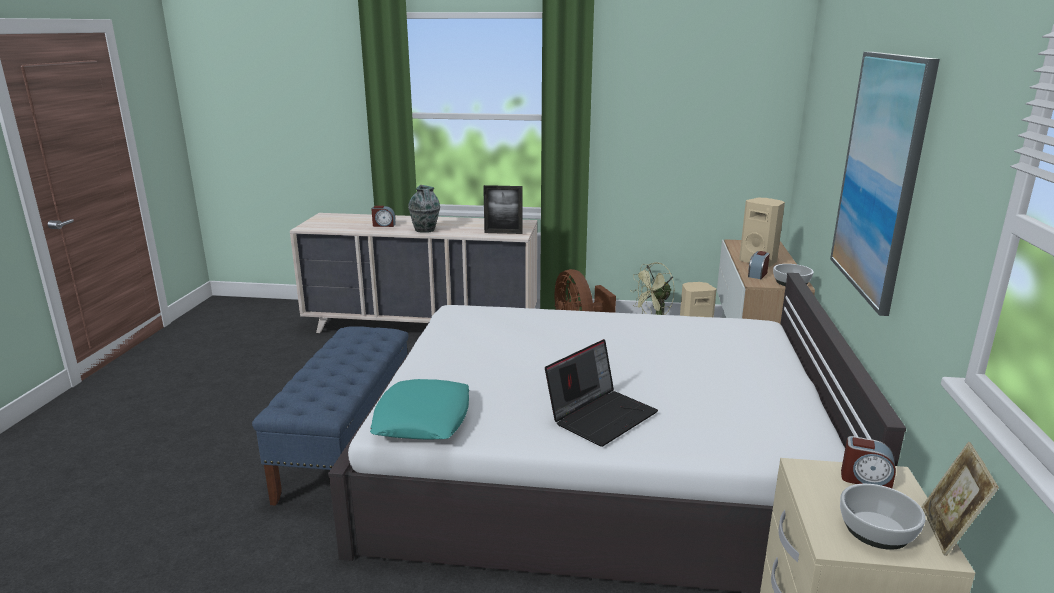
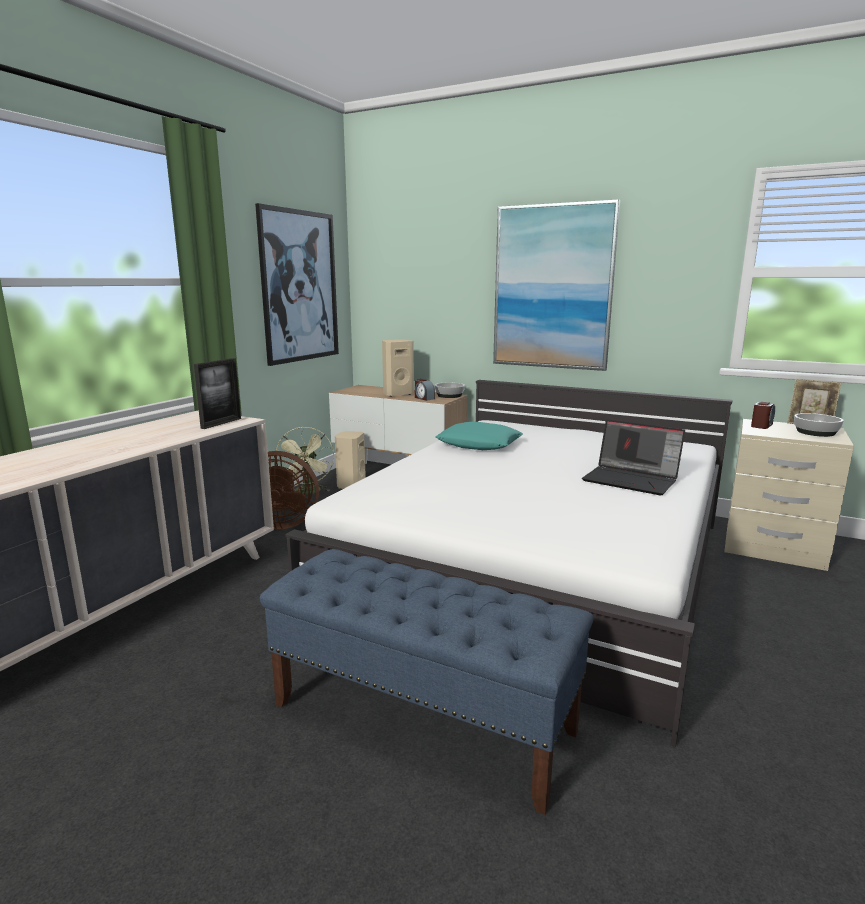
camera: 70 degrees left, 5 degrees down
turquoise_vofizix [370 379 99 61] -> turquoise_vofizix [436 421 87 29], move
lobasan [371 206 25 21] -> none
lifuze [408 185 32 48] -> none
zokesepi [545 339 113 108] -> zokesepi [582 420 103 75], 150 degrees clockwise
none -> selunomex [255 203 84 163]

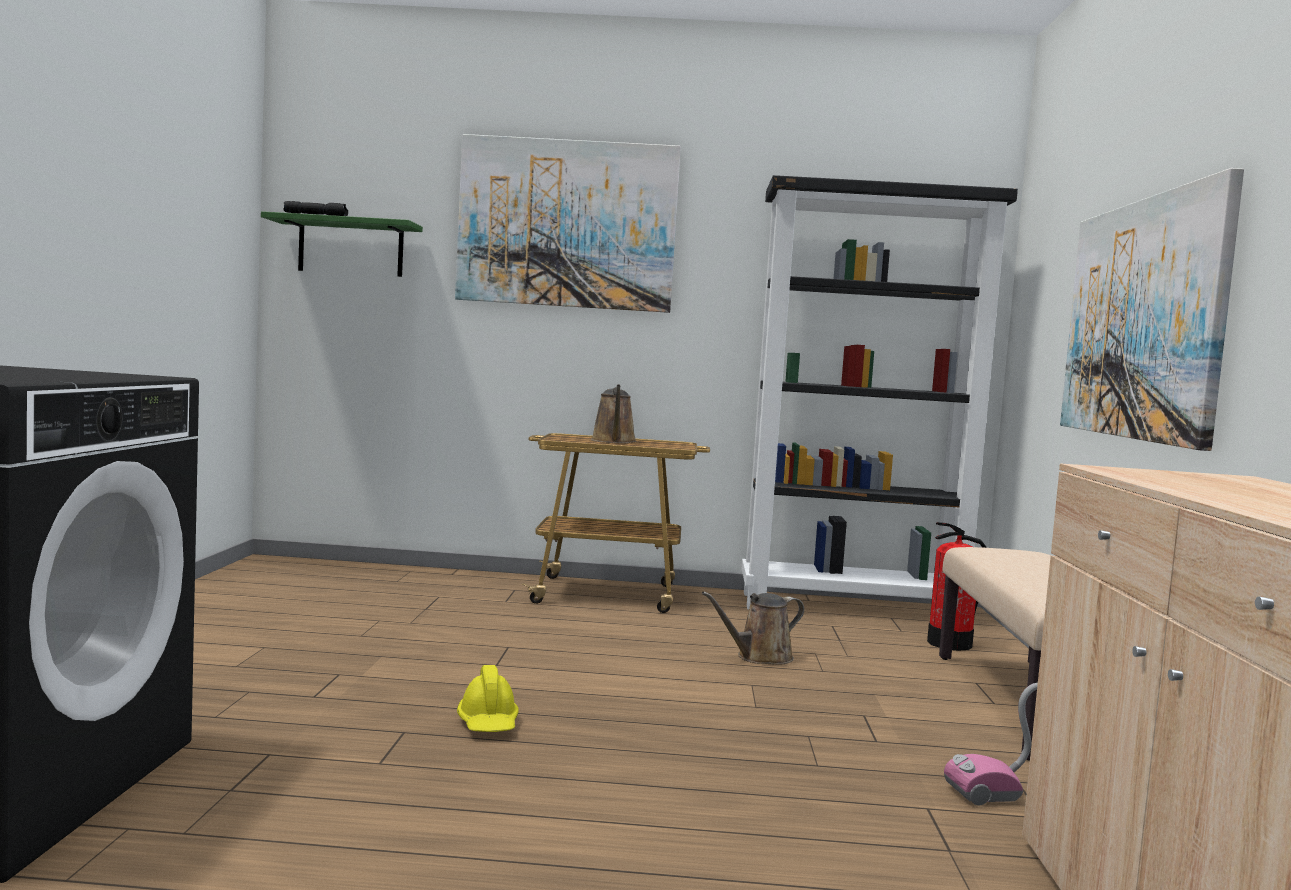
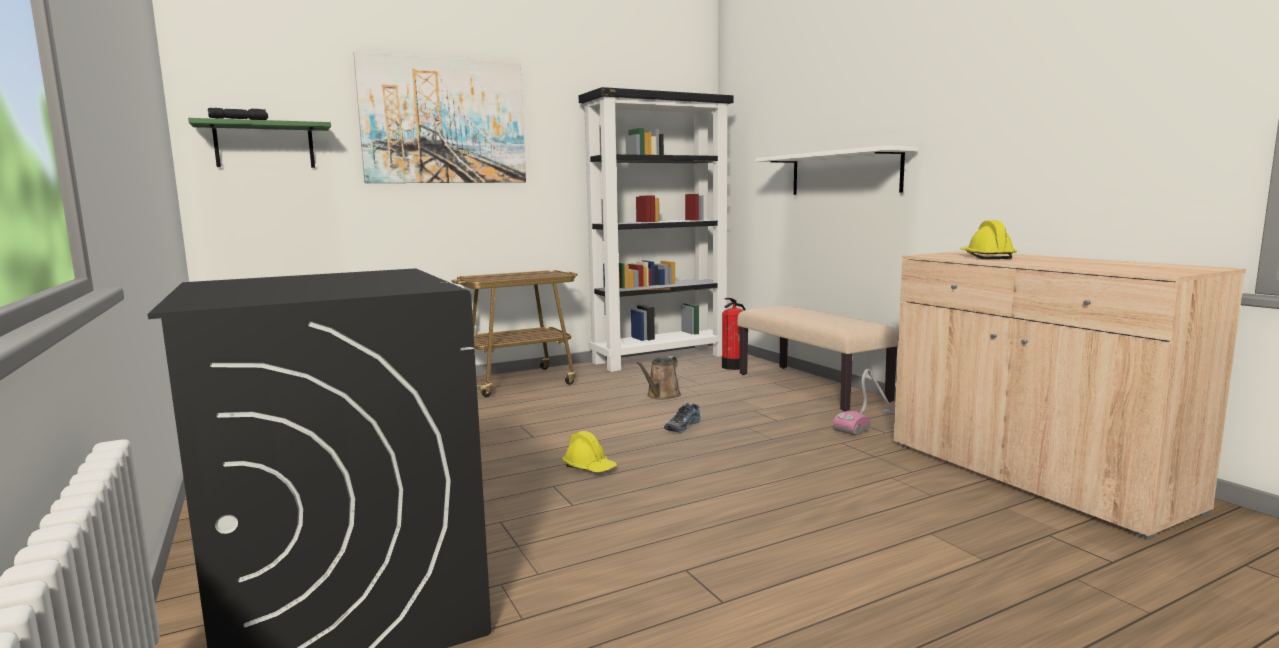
camera: 30 degrees left, 5 degrees up
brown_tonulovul [591 384 46 60] -> none
selunomex [1060 168 184 283] -> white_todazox [756 146 162 49]
none -> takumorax [664 403 36 29]
none -> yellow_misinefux [960 220 57 39]

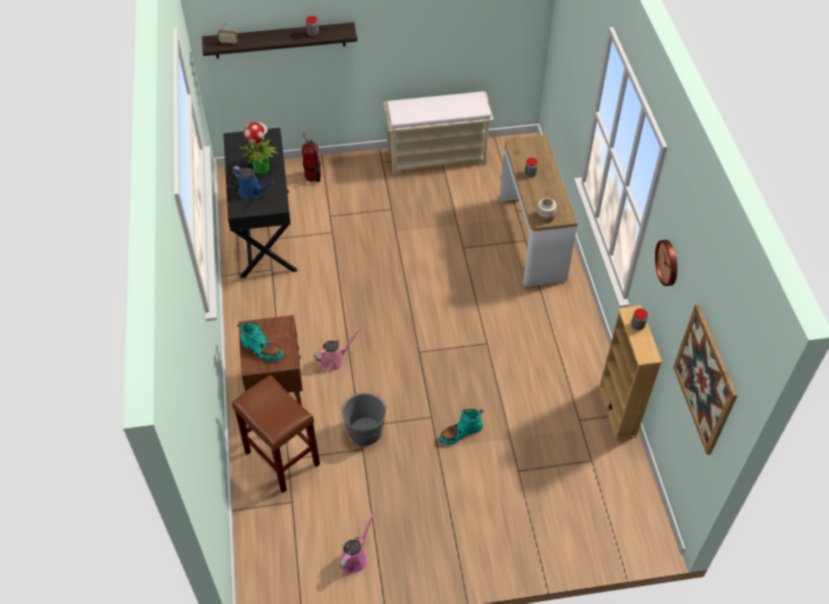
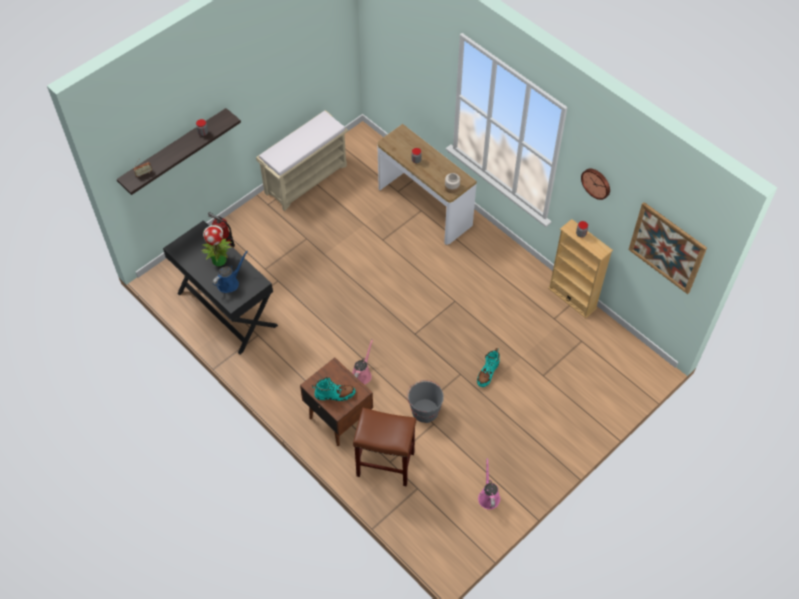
camera: 35 degrees left, 5 degrees up
blue_tonulovul [232 166 42 34] -> blue_tonulovul [212 250 36 43], 45 degrees counterclockwise

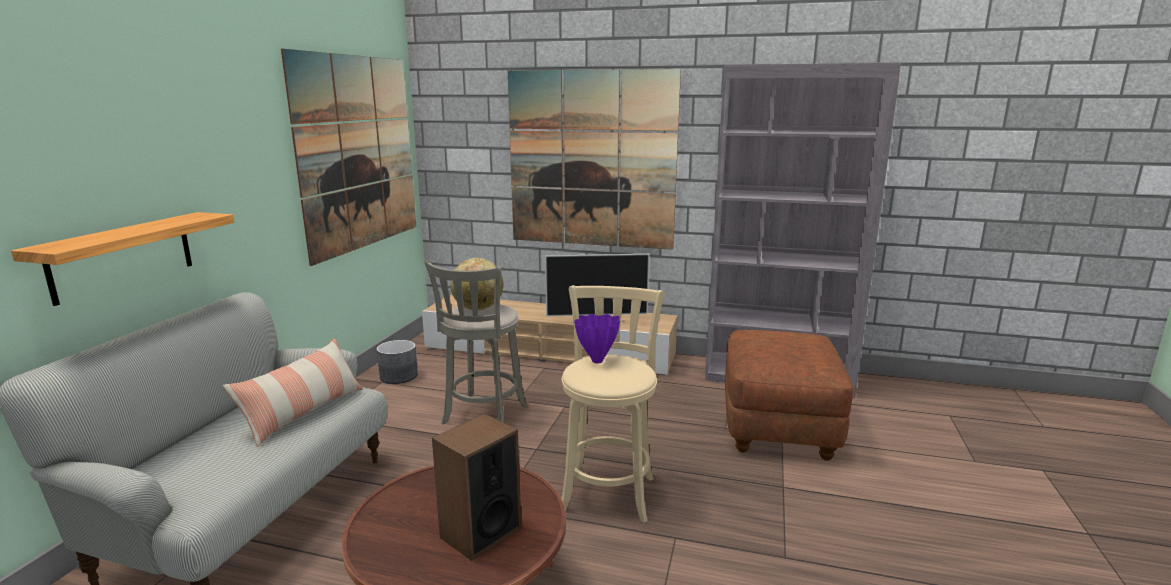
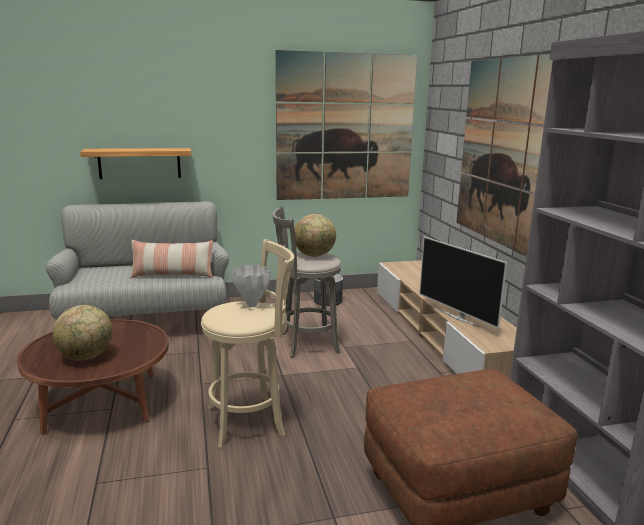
camera: 60 degrees right, 0 degrees up
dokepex [432 413 89 148] -> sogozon [53 305 60 55]
purple_lifuze [574 314 46 49] -> white_lifuze [230 264 41 43]

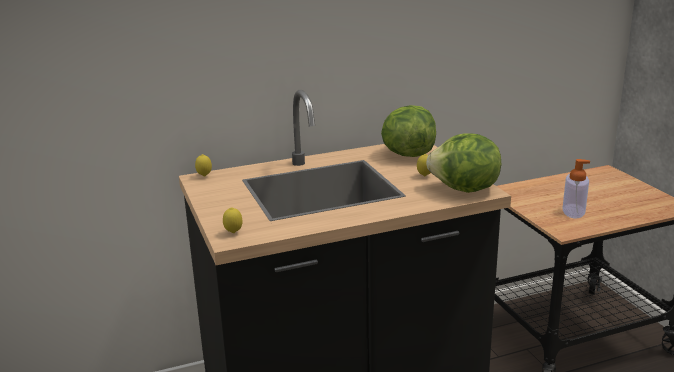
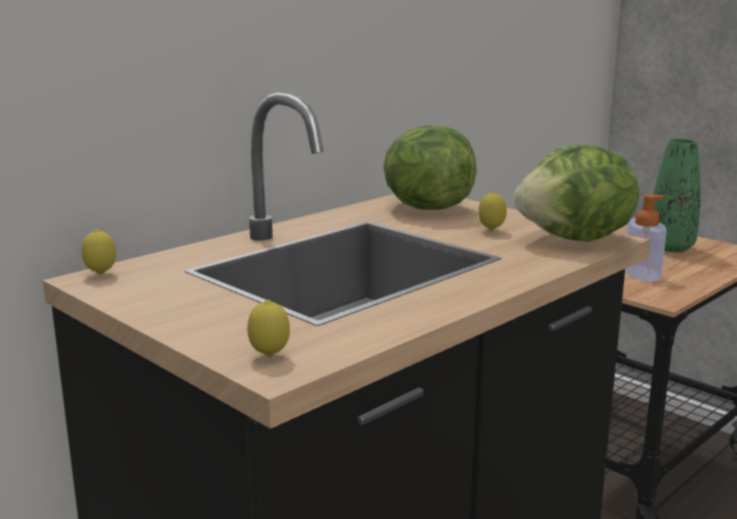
camera: 25 degrees left, 5 degrees down
none -> green_lifuze [653 139 47 113]

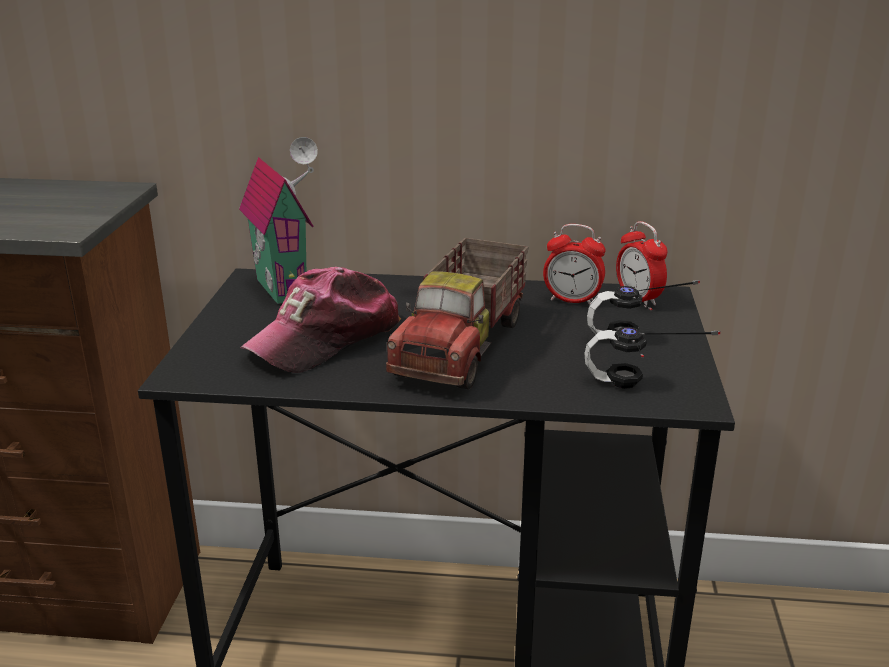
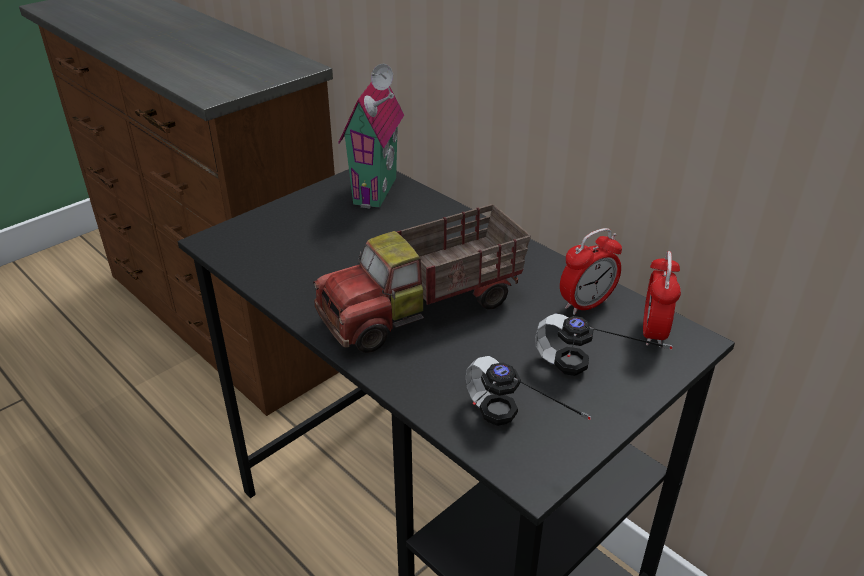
camera: 40 degrees right, 10 degrees up
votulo [240 267 161 106] -> none
lobasan [543 224 62 81] -> lobasan [560 228 62 87], 90 degrees counterclockwise

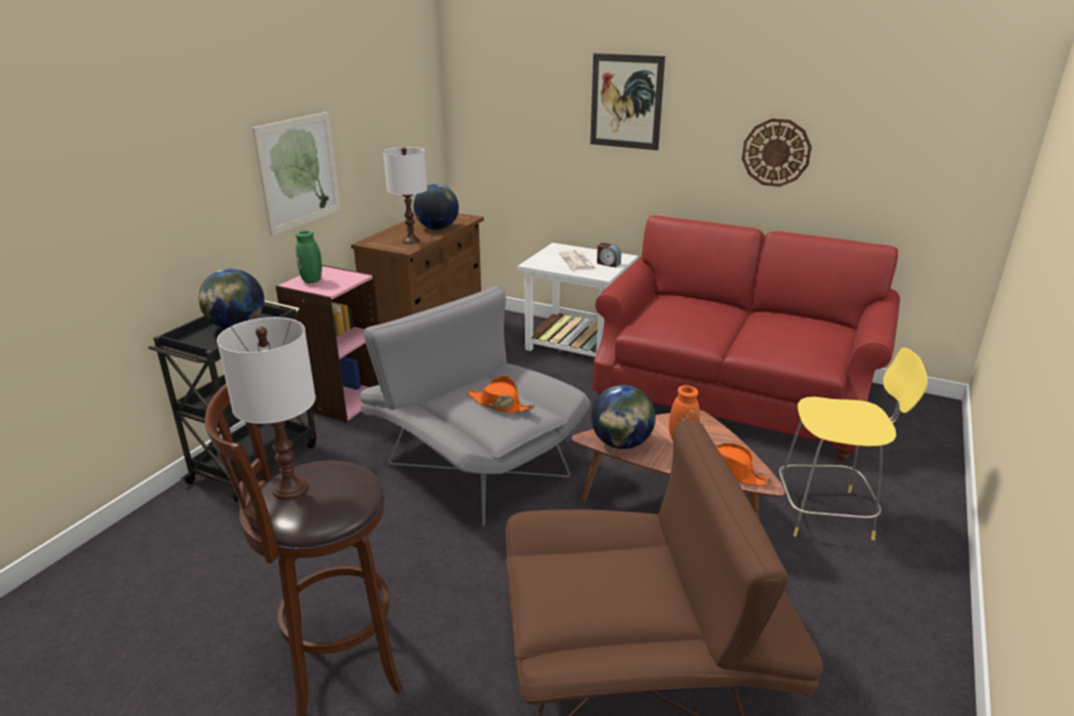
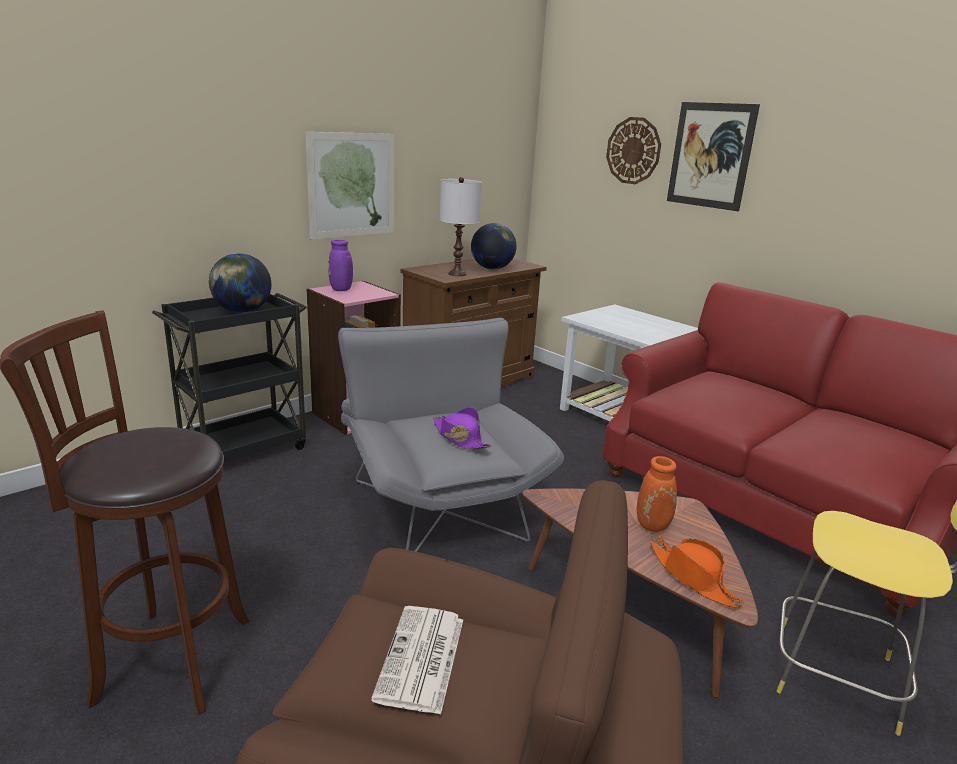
camera: 20 degrees right, 5 degrees down
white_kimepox [217 317 99 183] -> none
green_lifuze [295 231 27 52] -> purple_lifuze [328 240 25 51]
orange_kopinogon [467 376 68 38] -> purple_kopinogon [433 407 59 42]
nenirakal [559 250 36 20] -> nenirakal [371 606 92 109], move
sogozon [591 385 65 64] -> none
lobasan [597 243 24 25] -> none
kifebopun [742 118 70 69] -> kifebopun [606 117 55 67], move

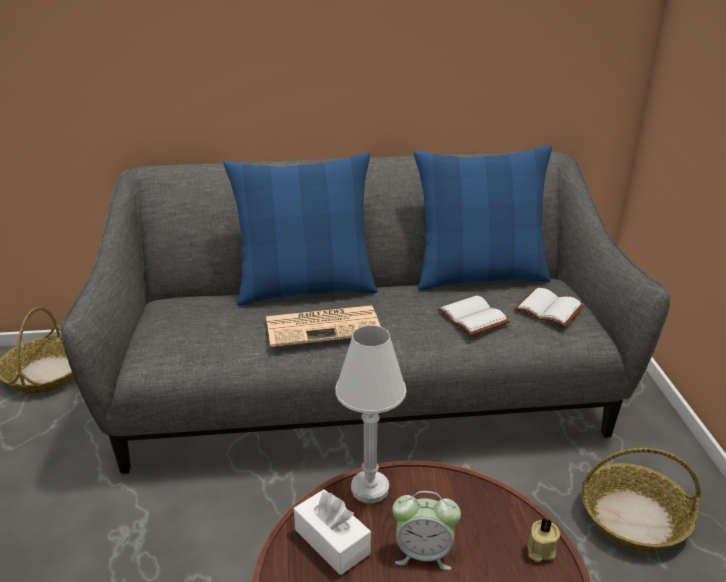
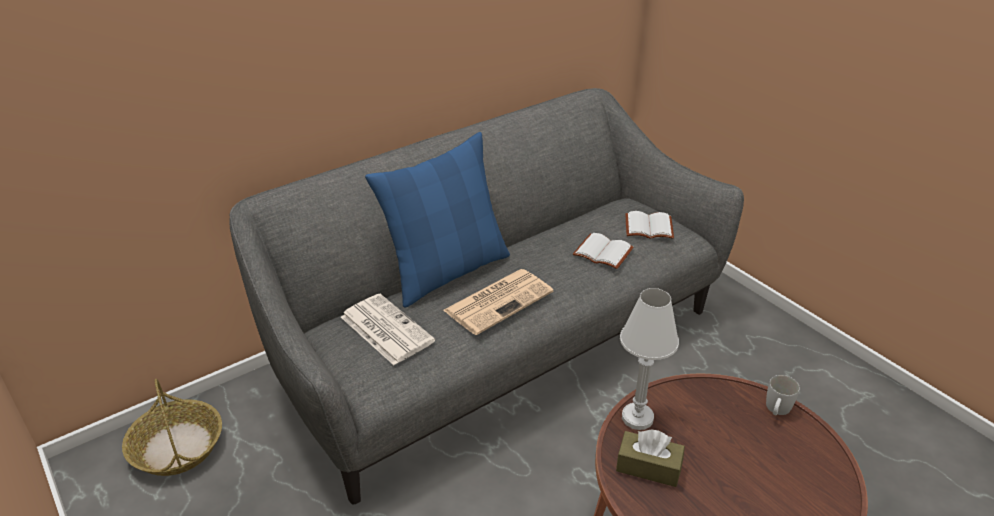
camera: 30 degrees left, 5 degrees up
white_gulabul [294 489 77 86] -> brown_gulabul [616 430 69 57]
lobasan [392 491 69 79] -> none
blue_vofizix [414 145 138 146] -> none
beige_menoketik [528 518 32 44] -> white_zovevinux [766 375 34 40]
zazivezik [581 448 120 104] -> none
none -> nenirakal [341 294 94 71]

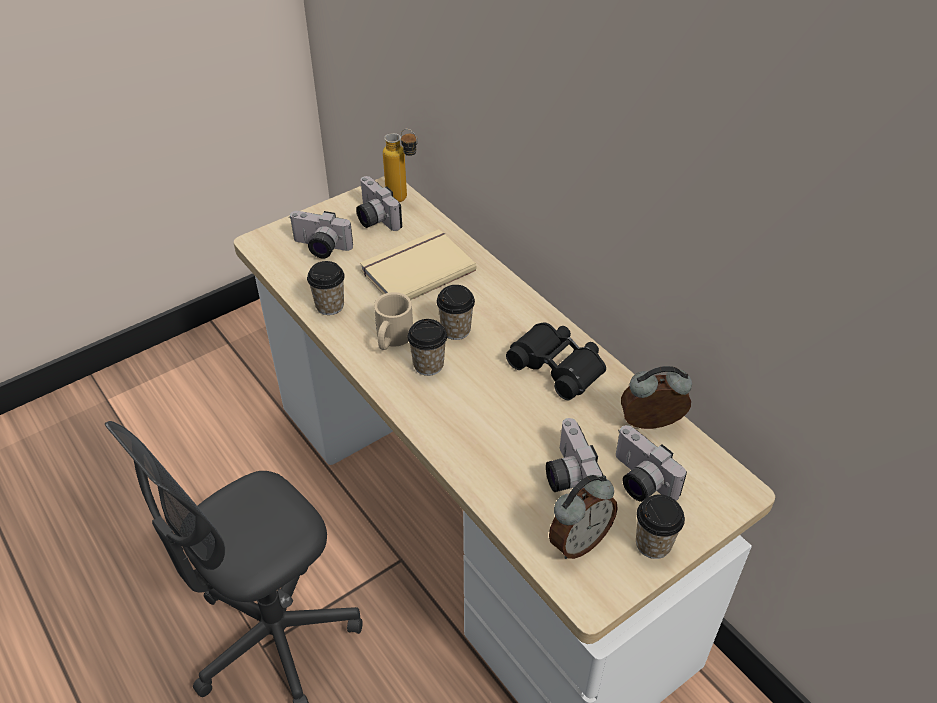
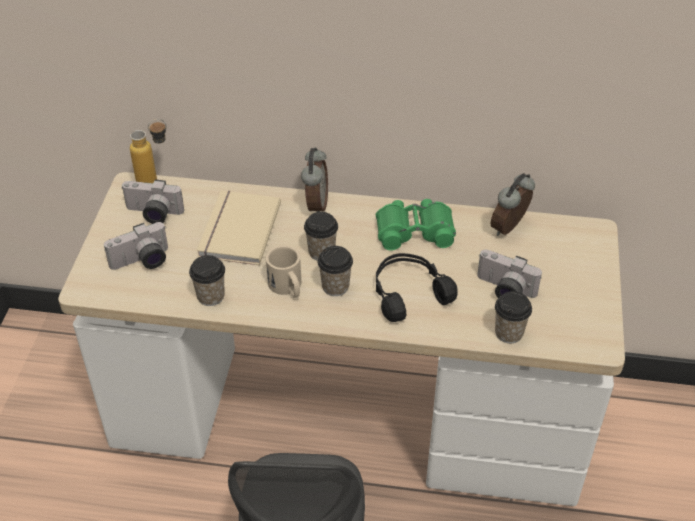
camera: 45 degrees left, 0 degrees up
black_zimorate [506 322 100 78] -> green_zimorate [376 199 80 52]
lobasan [549 475 69 84] -> lobasan [301 147 27 65], move
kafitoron [616 425 71 77] -> none
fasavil [636 494 49 65] -> fasavil [495 291 37 52], move
none -> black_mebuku [376 253 82 69]

